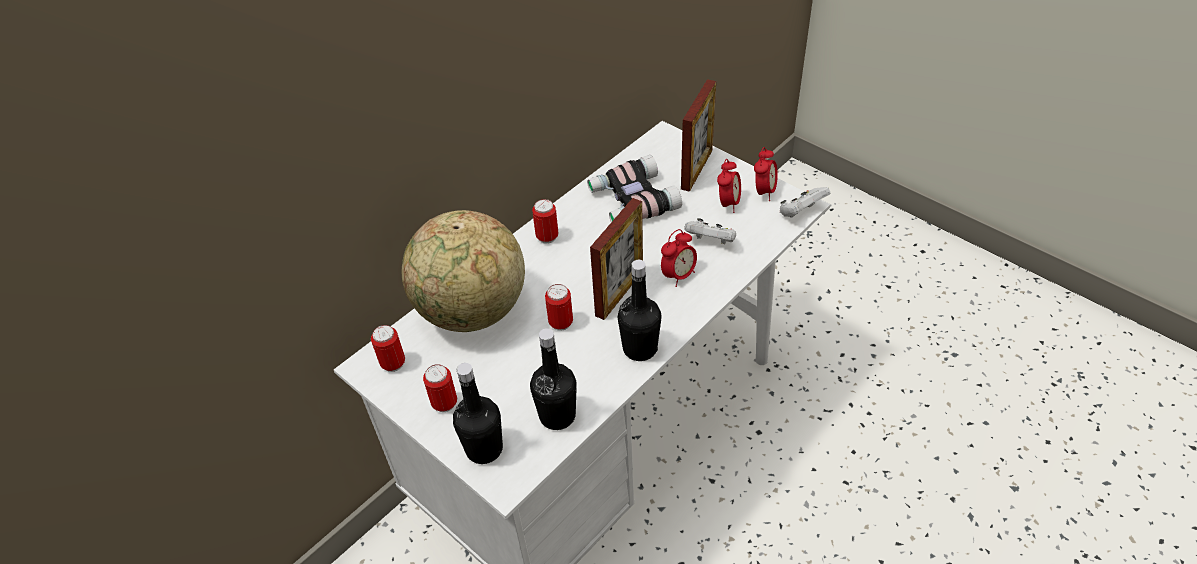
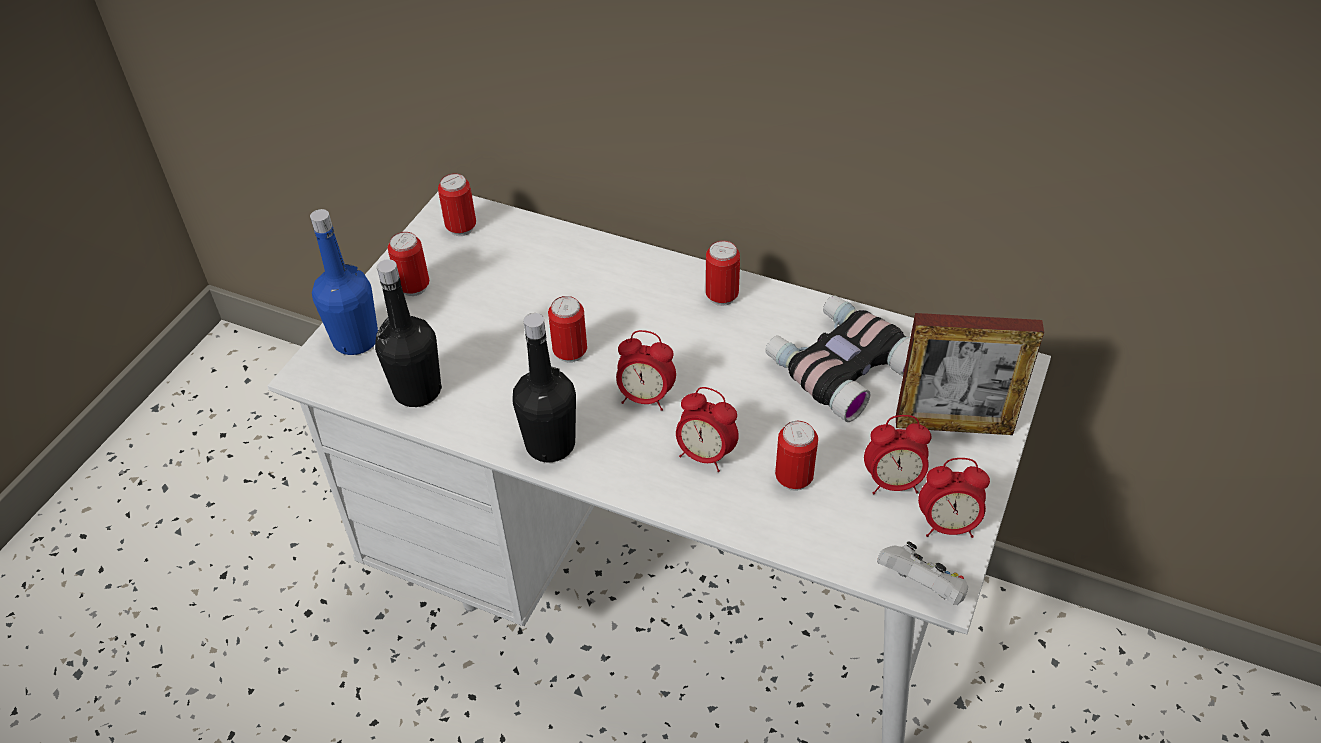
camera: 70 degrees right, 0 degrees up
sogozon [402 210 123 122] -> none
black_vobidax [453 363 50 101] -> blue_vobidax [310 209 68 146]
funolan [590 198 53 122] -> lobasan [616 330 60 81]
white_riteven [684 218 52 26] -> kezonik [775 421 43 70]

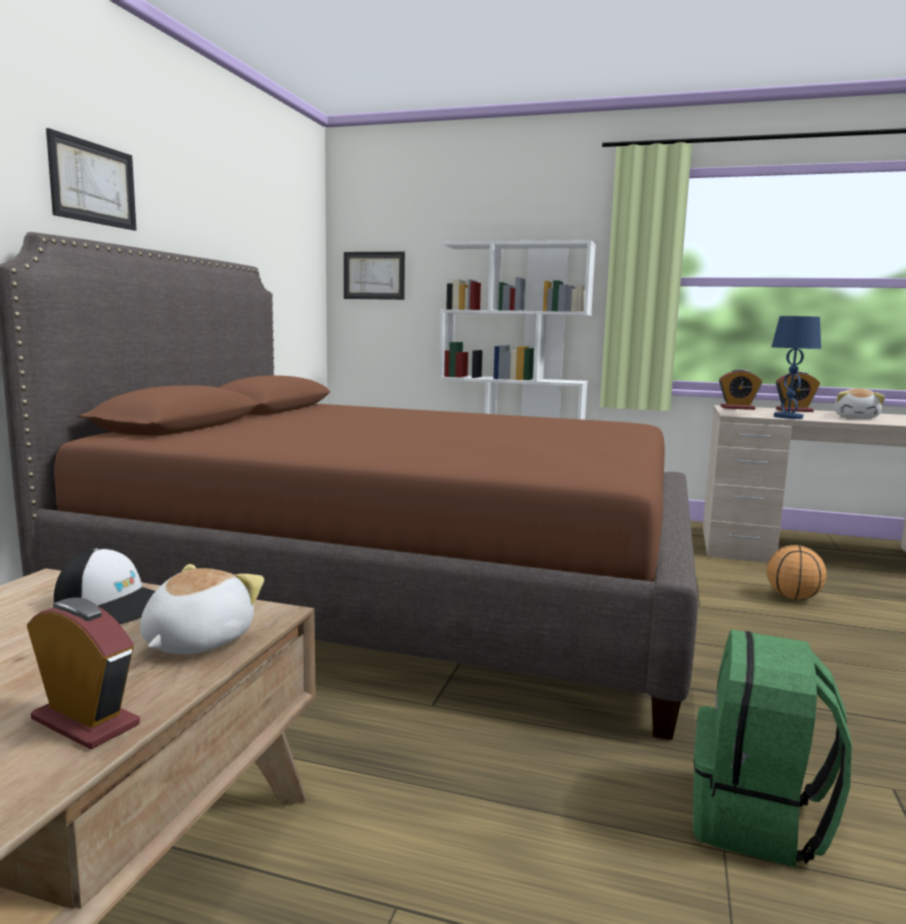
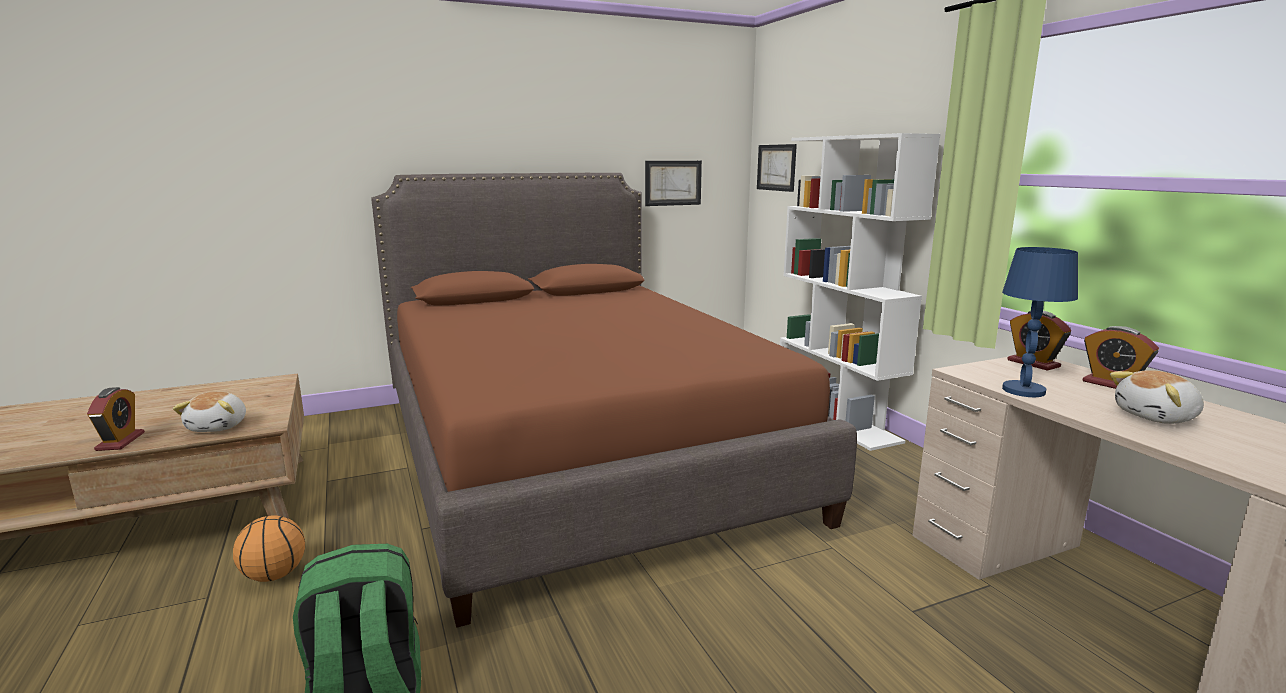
camera: 50 degrees right, 5 degrees up
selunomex [46 128 90 102] -> selunomex [645 161 57 45], move
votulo [54 548 101 76] -> none
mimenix [140 564 124 90] -> mimenix [172 392 74 40], 105 degrees clockwise
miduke [767 545 59 55] -> miduke [233 515 72 67], move

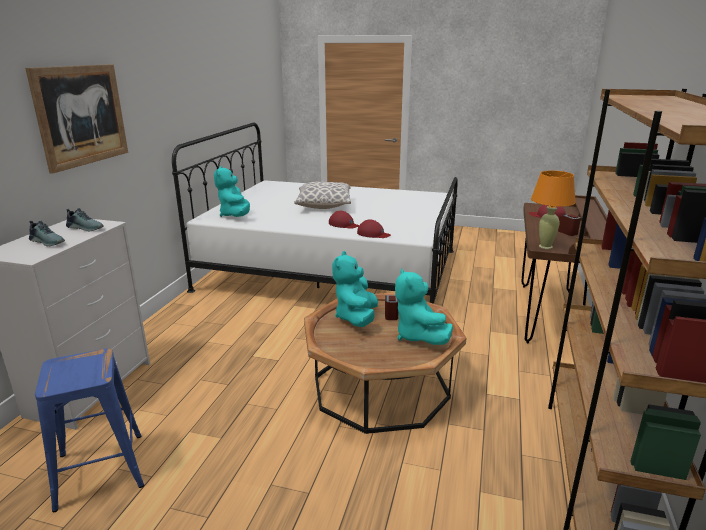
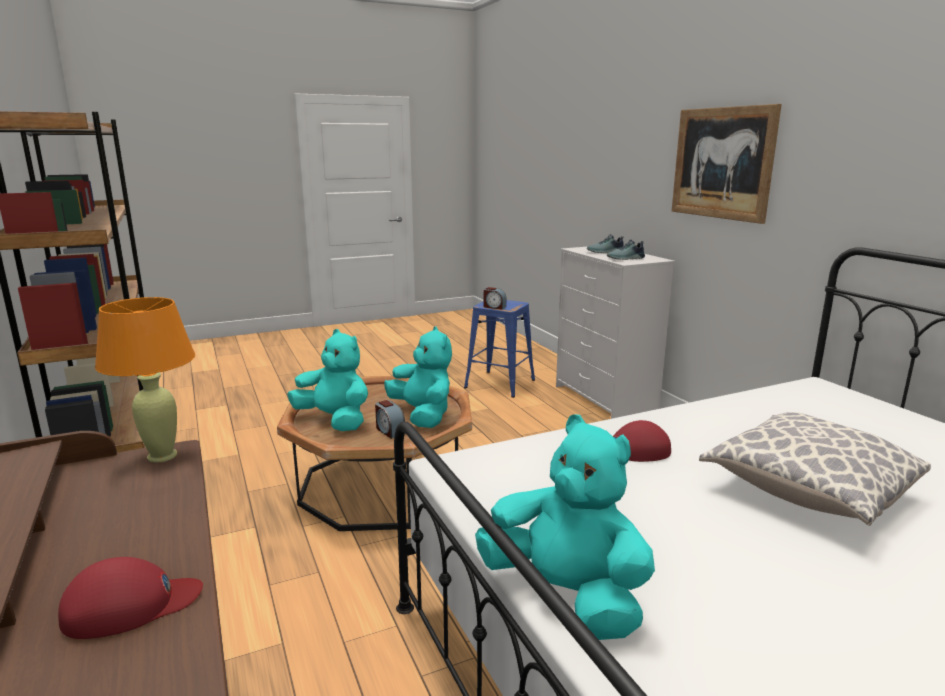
camera: 140 degrees right, 5 degrees down
turquoise_mimenix [214 166 36 51] -> turquoise_mimenix [475 414 180 226], move
red_votulo [357 219 34 19] -> none
lobasan [558 214 23 22] -> lobasan [484 287 22 22], move

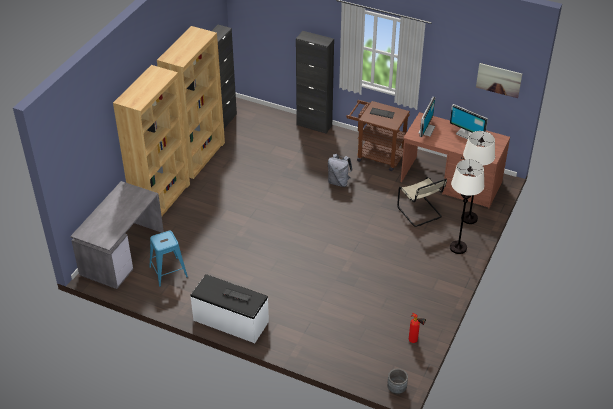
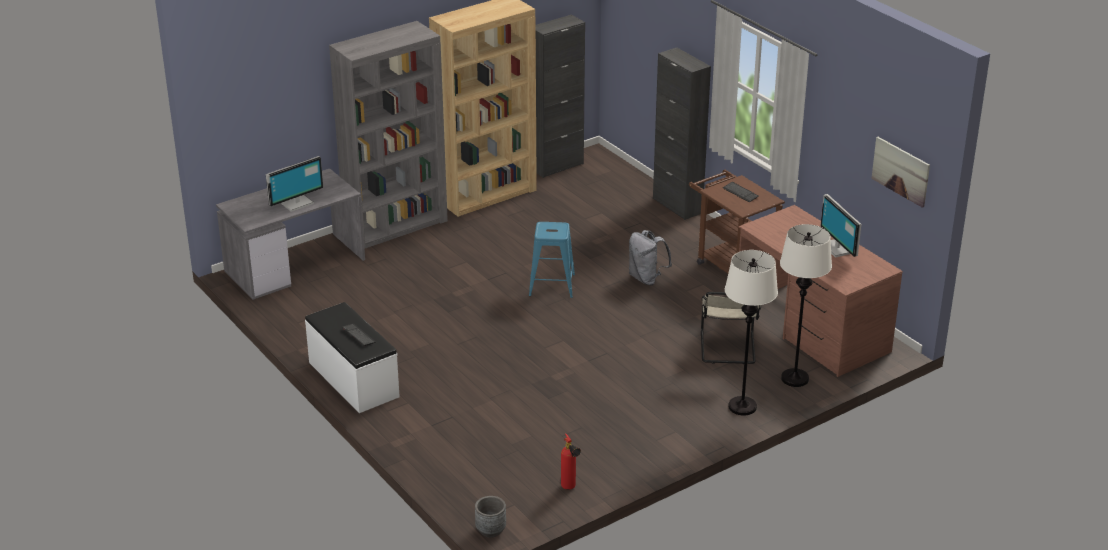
camera: 30 degrees right, 10 degrees down
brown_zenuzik [113 65 77 151] -> grey_zenuzik [329 21 119 228]
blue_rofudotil [149 231 39 56] -> blue_rofudotil [529 222 46 76], move
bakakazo [418 97 17 40] -> bakakazo [266 156 57 56], move

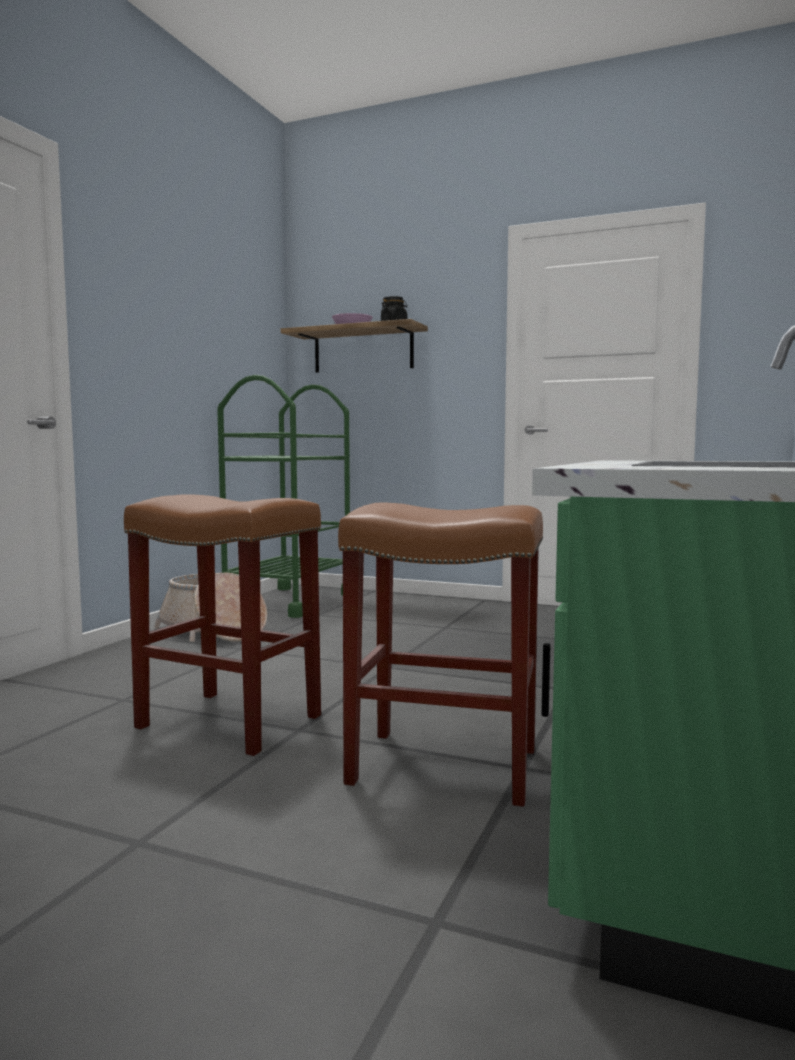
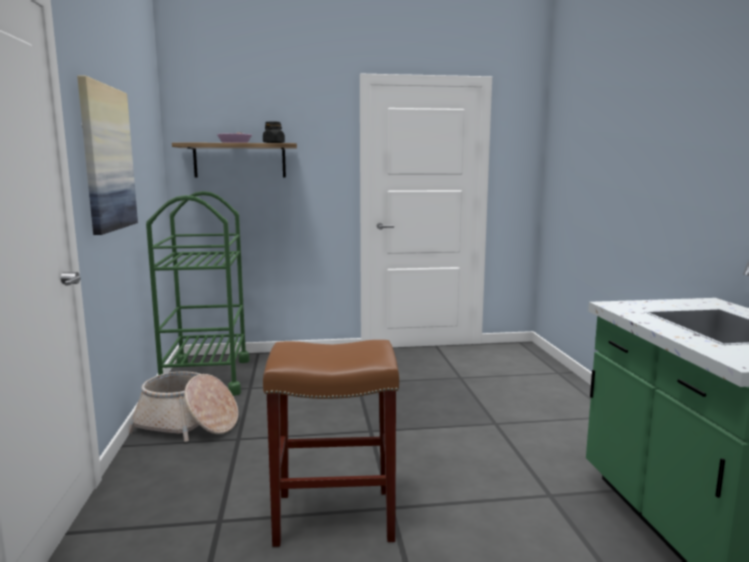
camera: 30 degrees left, 5 degrees up
brown_rofudotil [338 503 205 304] -> none
none -> selunomex [77 75 61 160]

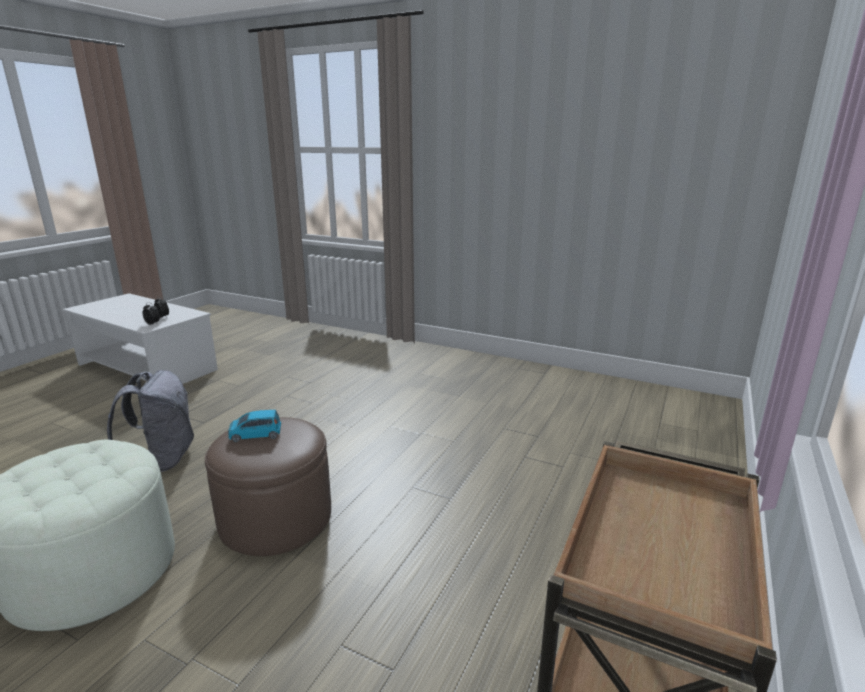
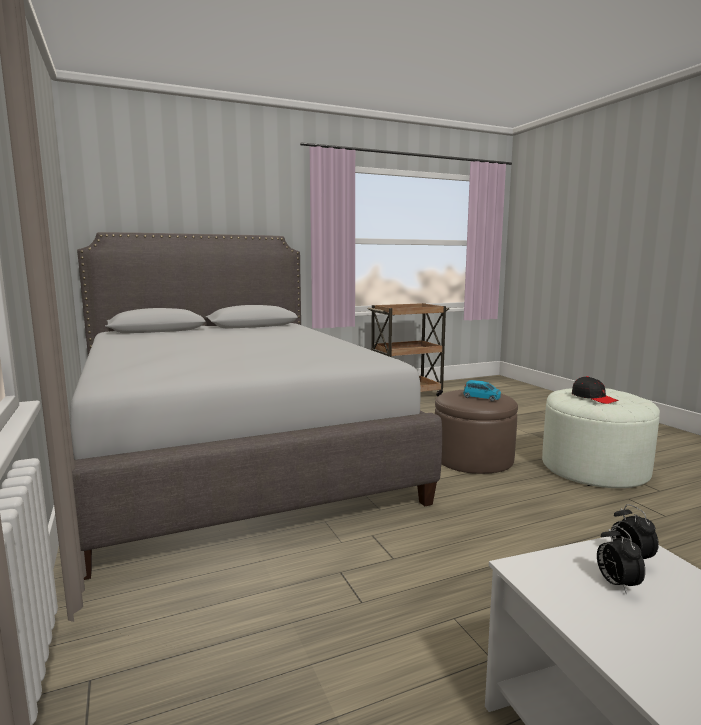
camera: 140 degrees left, 10 degrees down
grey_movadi [107 370 87 102] -> none
none -> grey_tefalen [70 232 372 348]
none -> black_votulo [572 376 47 28]

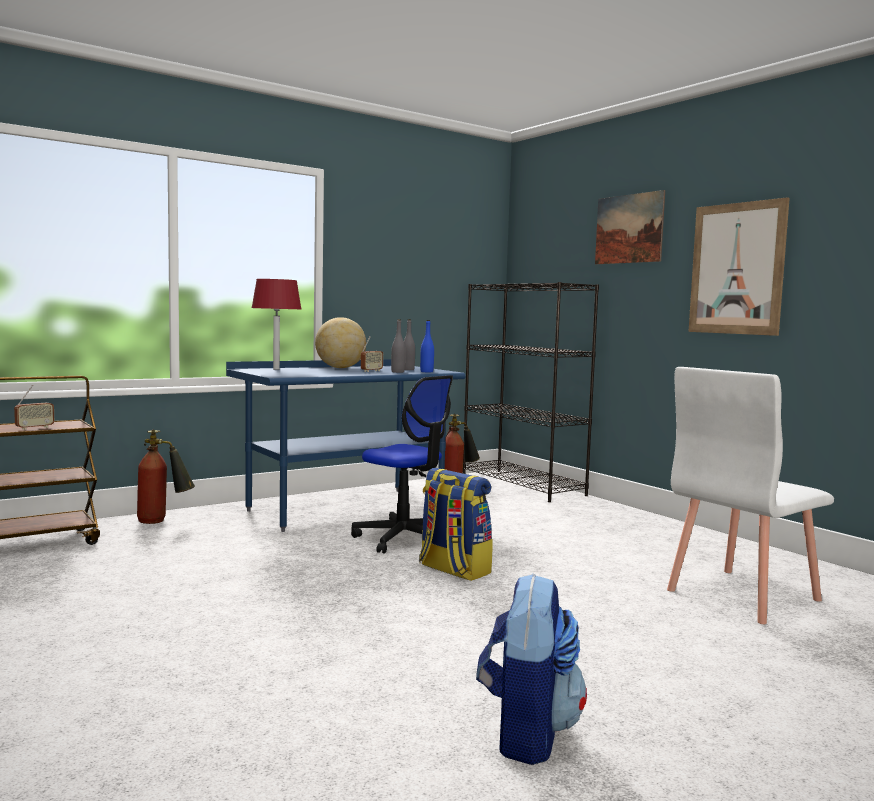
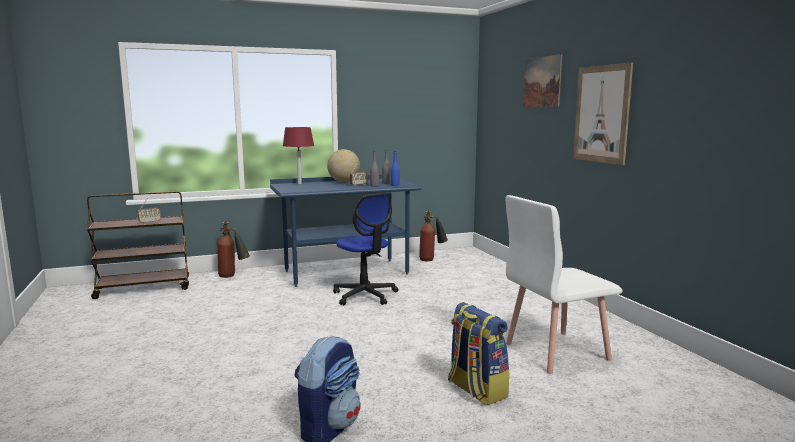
camera: 15 degrees right, 5 degrees up
movadi [419 468 74 113] -> movadi [448 302 61 103], move
black_zenuzik [463 282 136 220] -> none

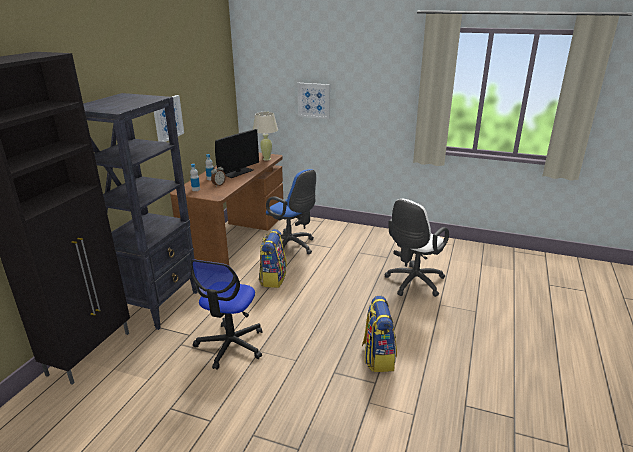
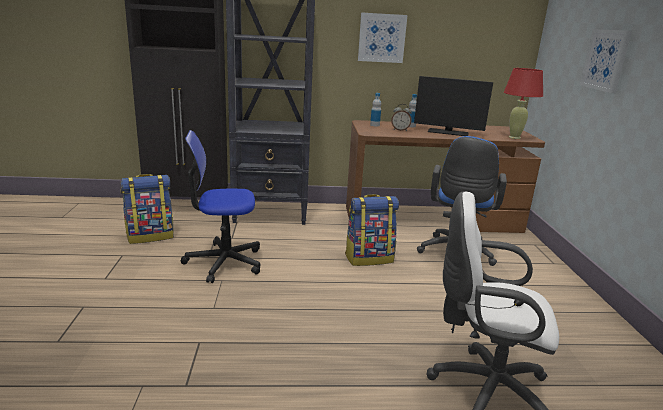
camera: 65 degrees right, 5 degrees down
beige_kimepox [253 112 25 49] -> red_kimepox [504 68 39 71]
movadi [362 296 35 76] -> movadi [121 174 53 70], move

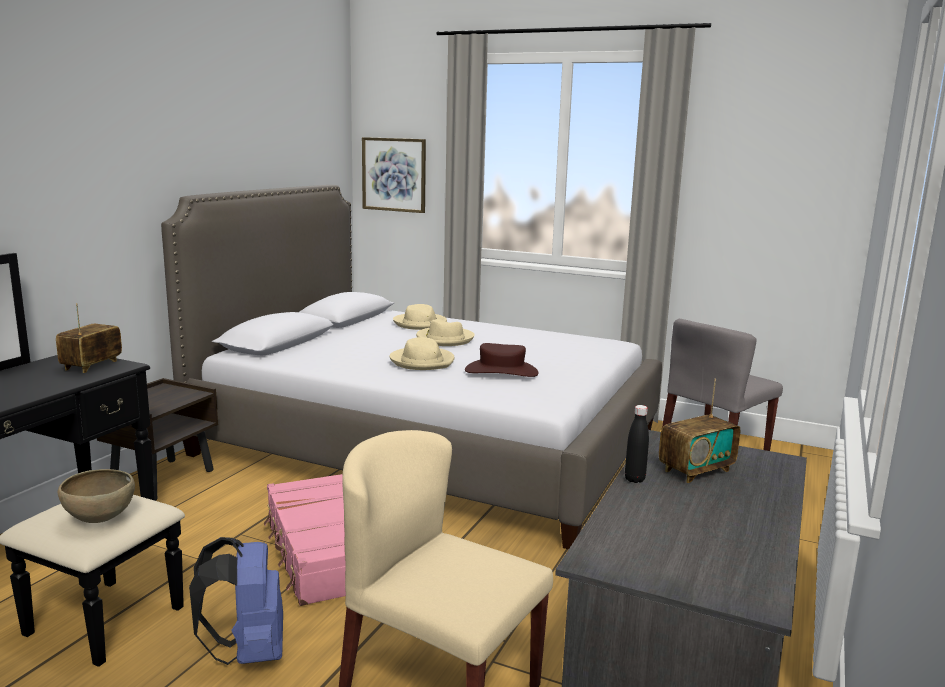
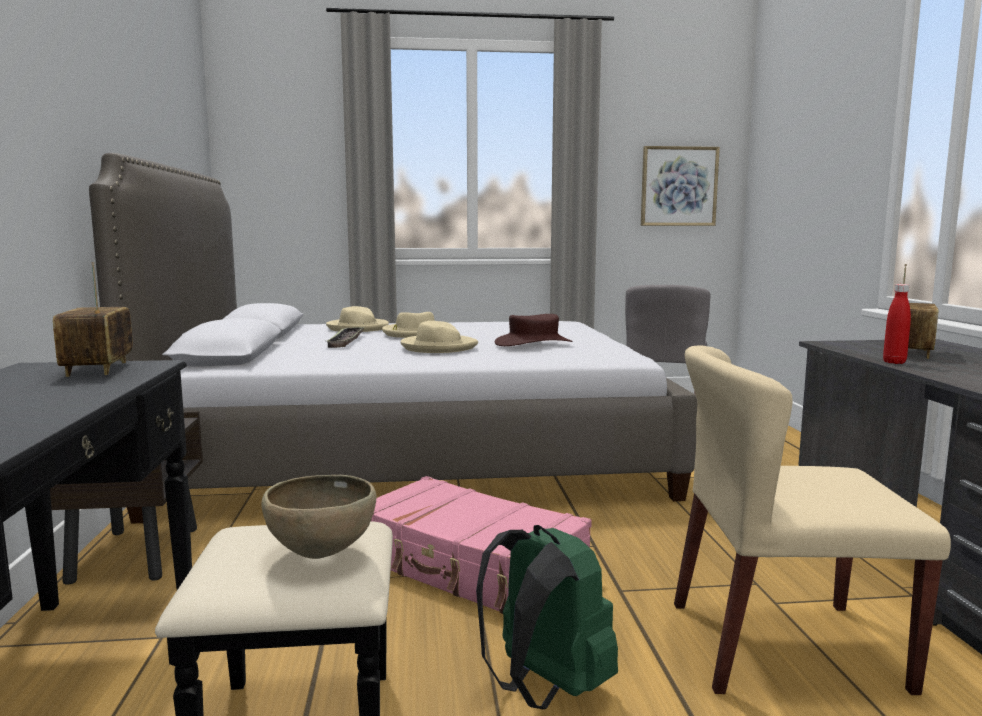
camera: 30 degrees left, 5 degrees down
blue_movadi [189 537 94 128] -> green_movadi [476 525 142 184]
selunomex [362 137 64 76] -> selunomex [641 146 79 80], move
black_vobidax [625 405 24 78] -> red_vobidax [883 284 28 80]
none -> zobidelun [325 327 39 21]

